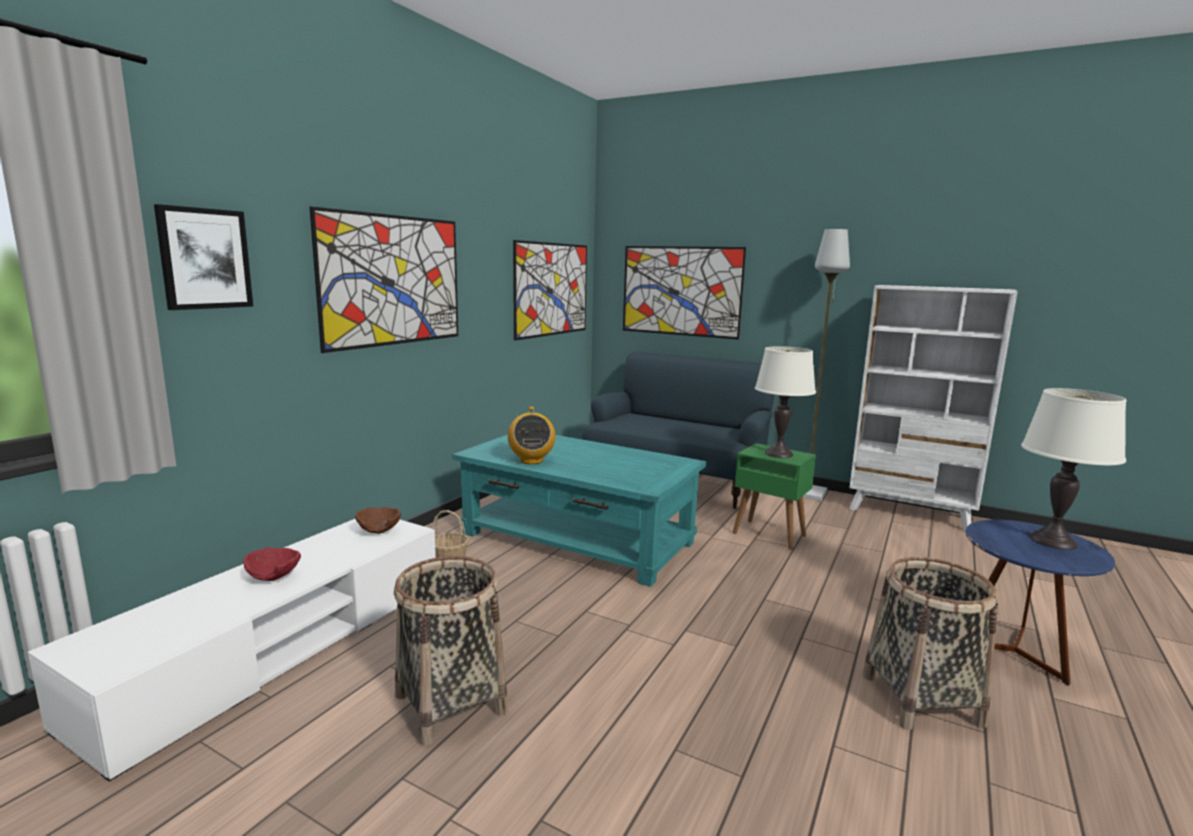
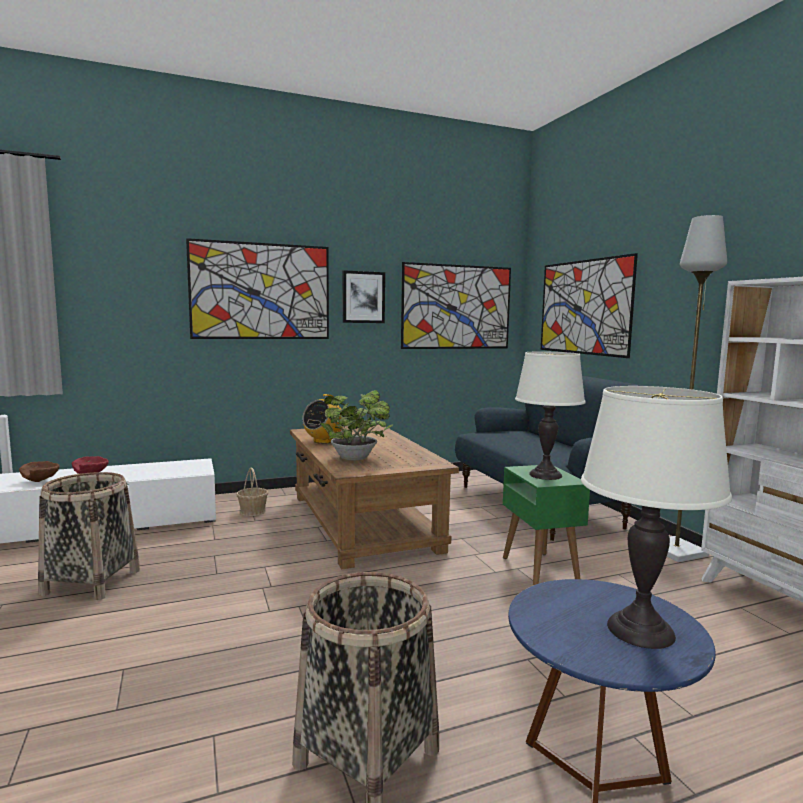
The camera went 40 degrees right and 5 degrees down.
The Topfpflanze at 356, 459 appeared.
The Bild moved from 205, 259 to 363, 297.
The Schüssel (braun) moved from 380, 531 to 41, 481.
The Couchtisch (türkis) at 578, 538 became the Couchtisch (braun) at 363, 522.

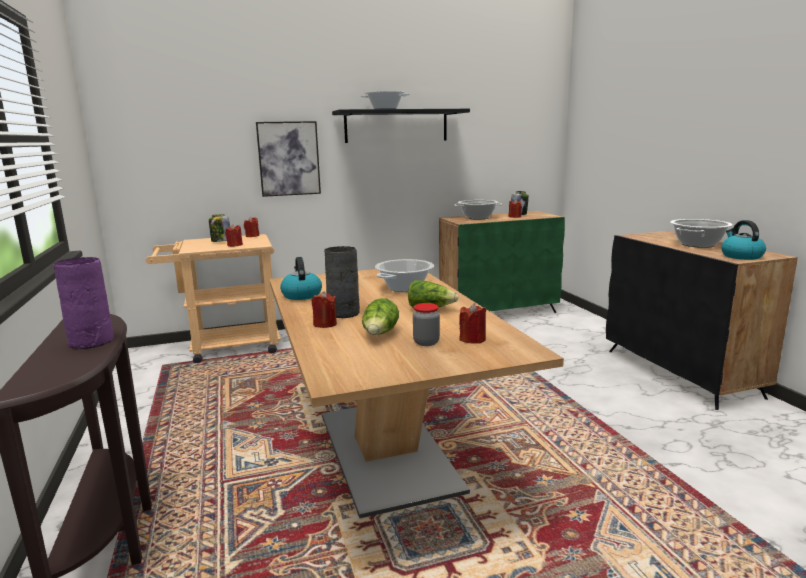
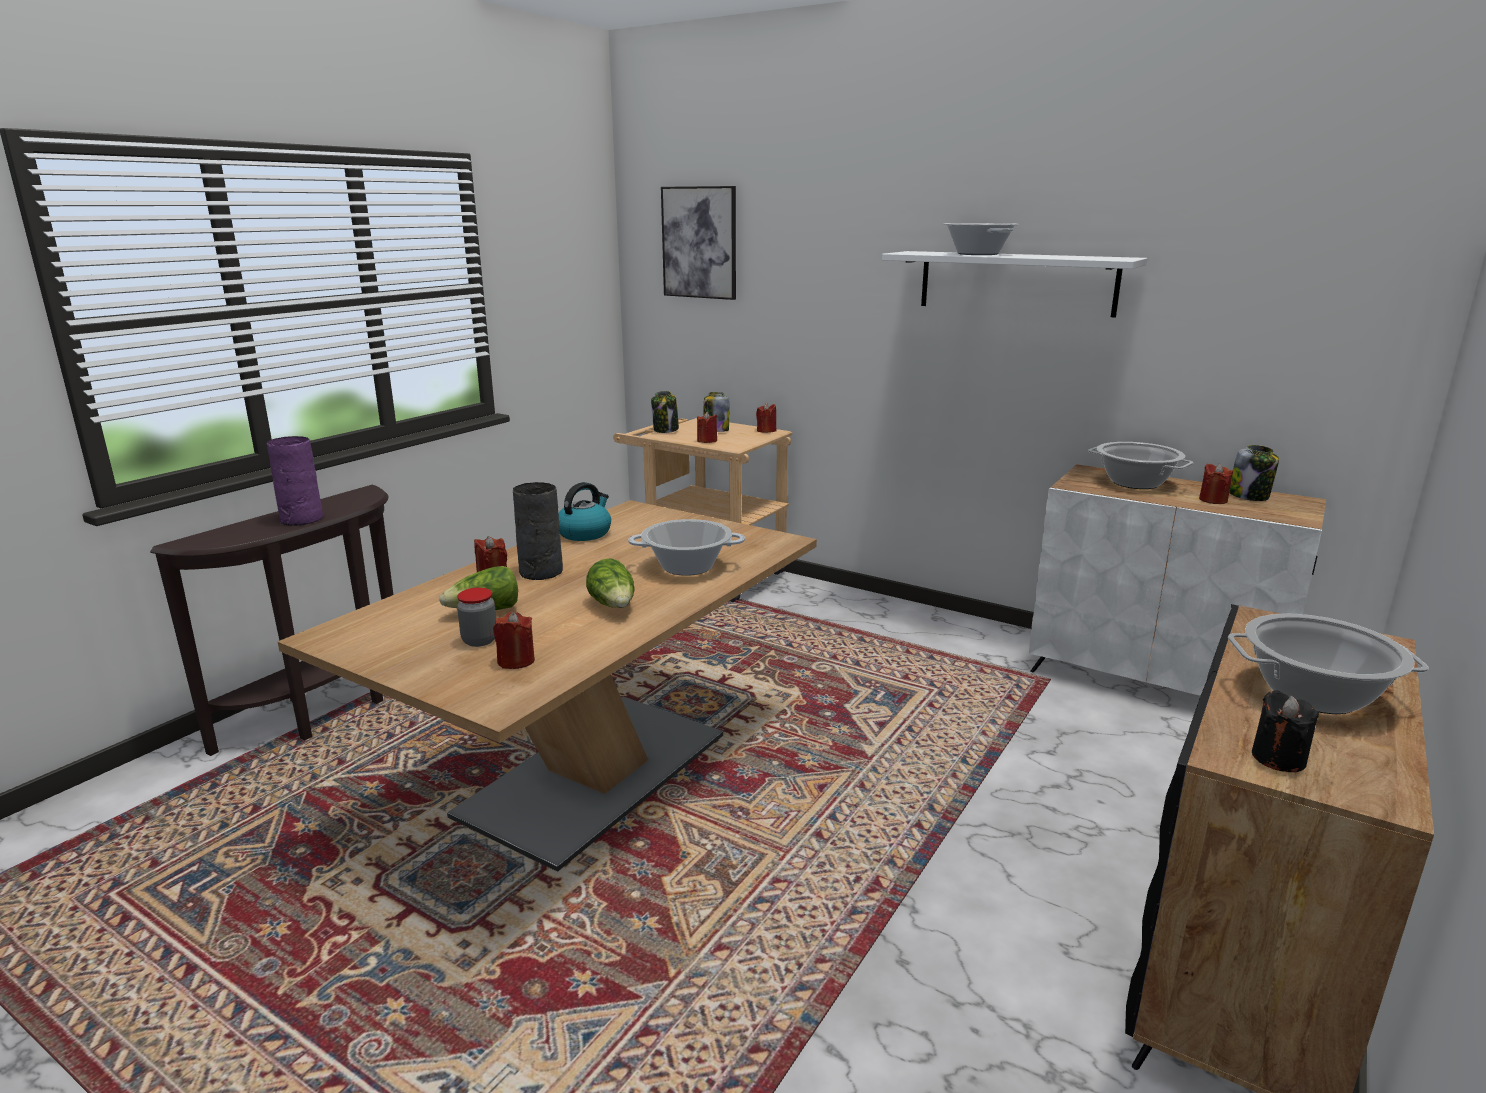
The camera went 50 degrees right and 5 degrees up.
The Vorratsglas at 666, 430 appeared.
The Bild moved from 289, 158 to 699, 242.
The Wasserkessel at 741, 256 was replaced by the Kerze (schwarz) at 1278, 758.
The Wandregal (schwarz) at 396, 126 became the Wandregal (weiß) at 1016, 283.
The Schrank (grün) at 499, 312 became the Schrank (weiß) at 1153, 682.

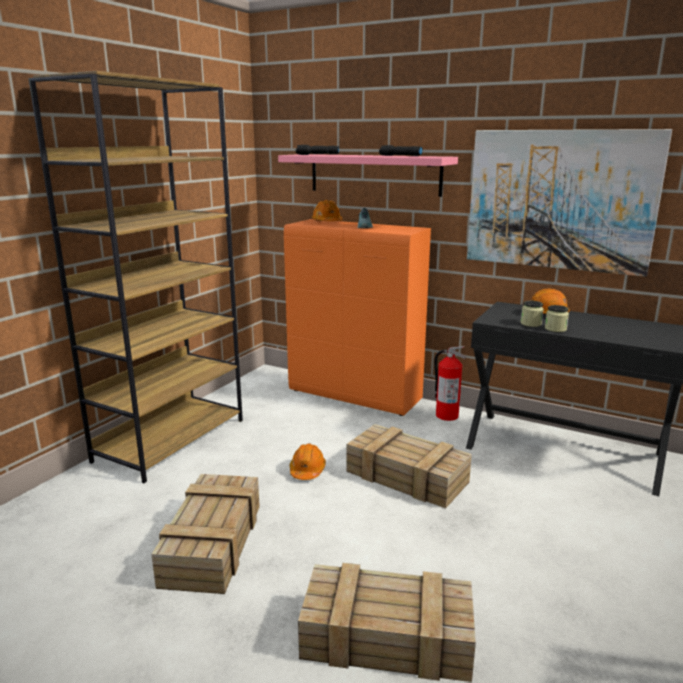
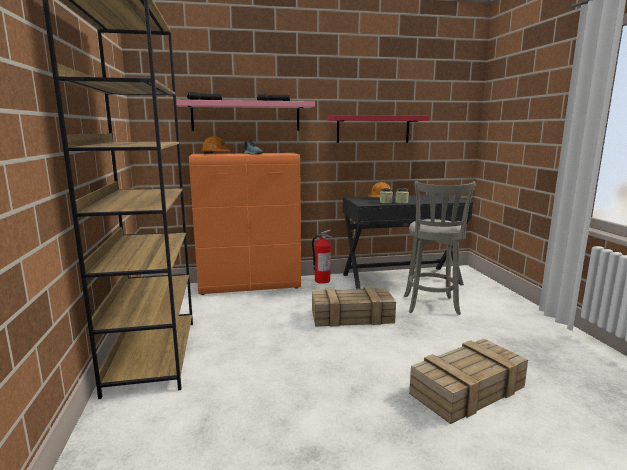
The camera went 40 degrees left and 5 degrees down.
The Kiste at 212, 542 disappeared.
The Schutzhelm (orange) at 307, 470 disappeared.
The Hocker (grau) at 431, 306 appeared.
The Bild at 559, 200 was replaced by the Wandregal (rot) at 373, 129.

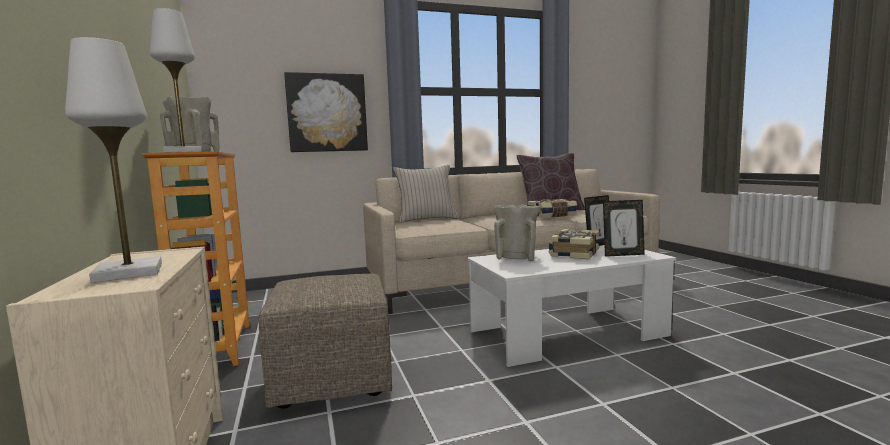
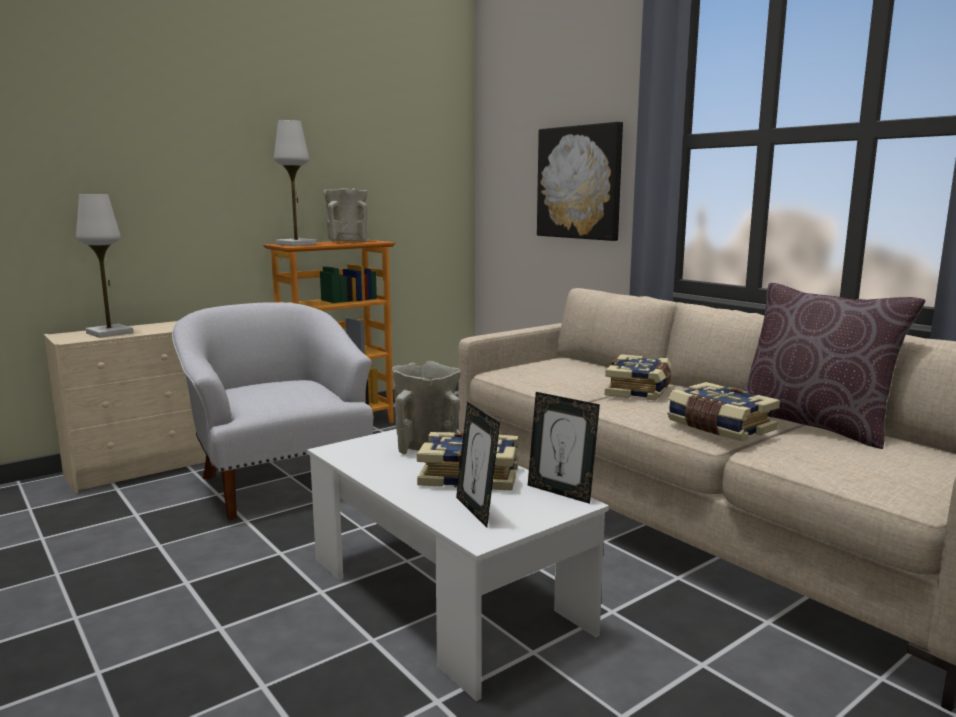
The camera went 70 degrees right and 5 degrees up.
The Kissen (beige) at 426, 219 disappeared.
The Buch at 639, 390 appeared.
The Polsterhocker (beige) at 332, 378 was replaced by the Sessel (weiß) at 280, 481.

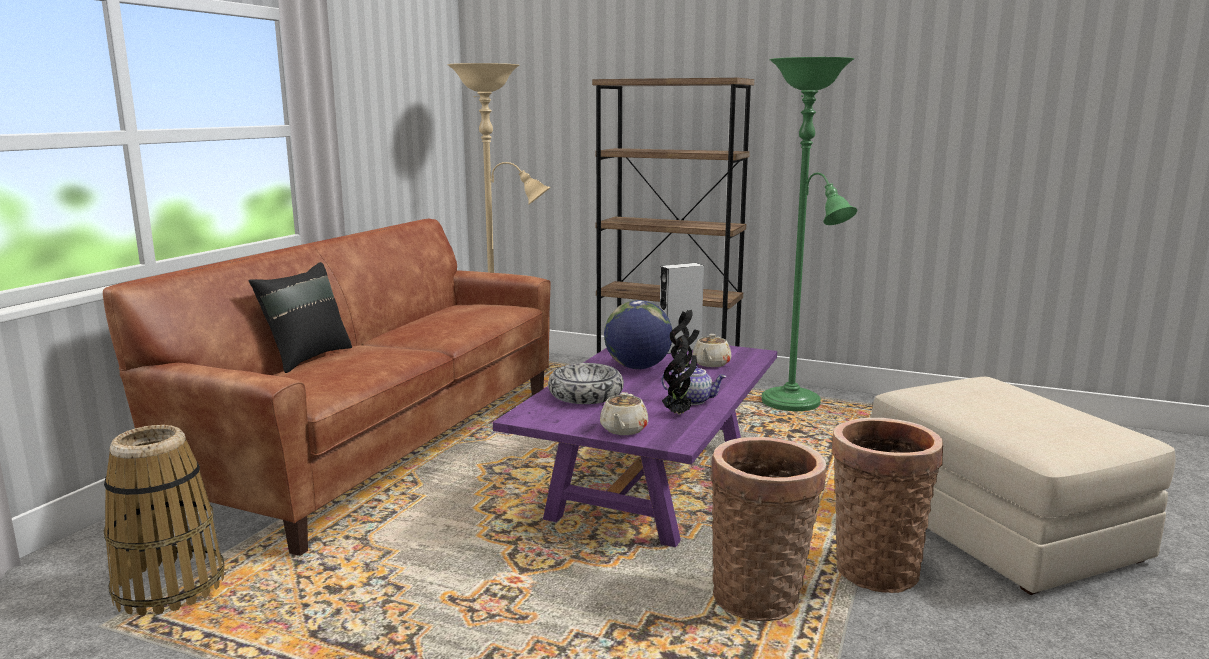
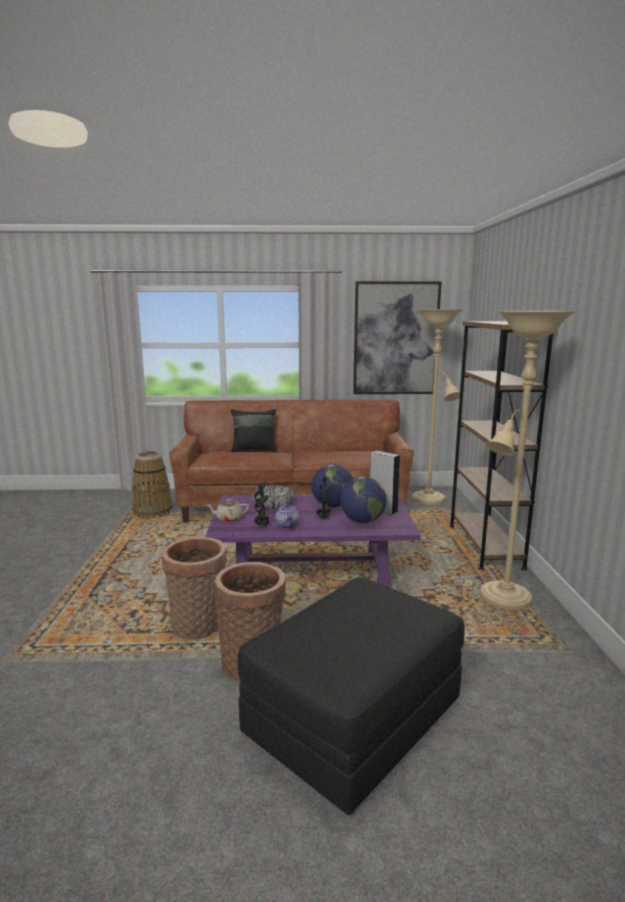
The camera went 65 degrees right and 0 degrees up.
The Bild at 395, 339 appeared.
The Teekanne (beige) at 711, 364 was replaced by the Globus at 362, 521.
The Stehlampe (grün) at 795, 405 became the Stehlampe (beige) at 502, 600.
The Polsterhocker (beige) at 1000, 527 became the Polsterhocker (schwarz) at 353, 718.

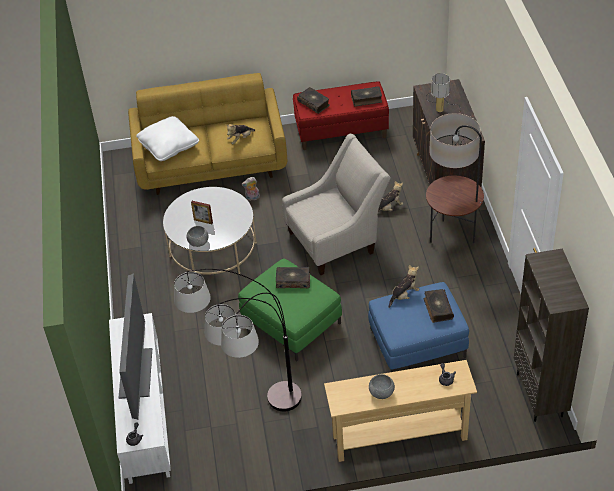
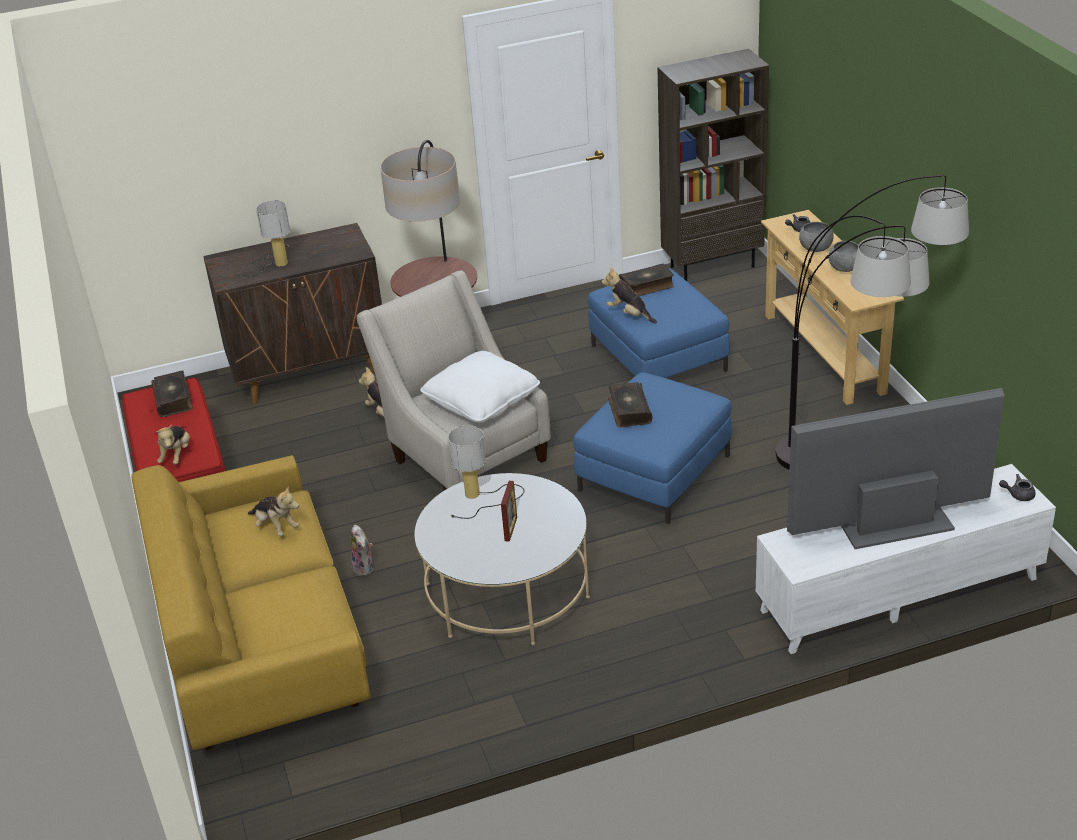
The camera went 100 degrees left and 10 degrees down.
The Tischlampe at 480, 497 appeared.
The Kissen (weiß) moved from 168, 146 to 482, 401.
The Schüssel (grau) moved from 198, 242 to 816, 248.
The Buch at 314, 103 was replaced by the Plüschtier at 177, 455.
The Polsterhocker (grün) at 291, 322 became the Polsterhocker (blau) at 654, 473.

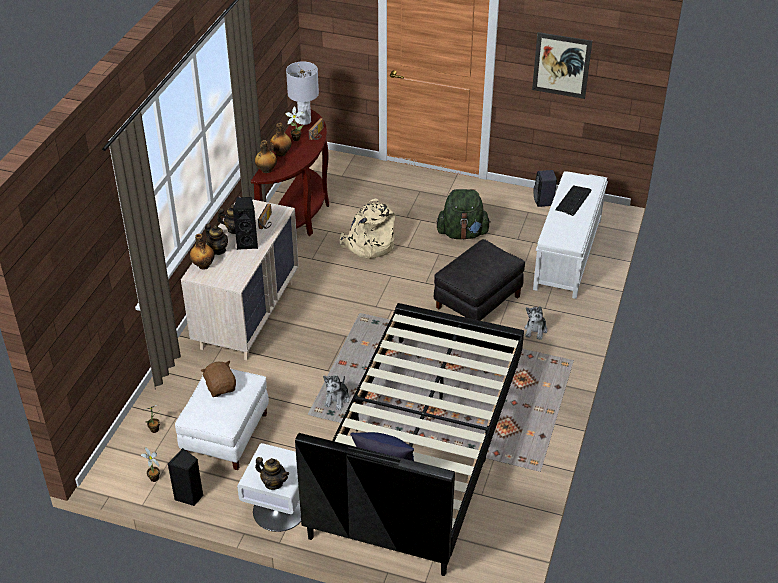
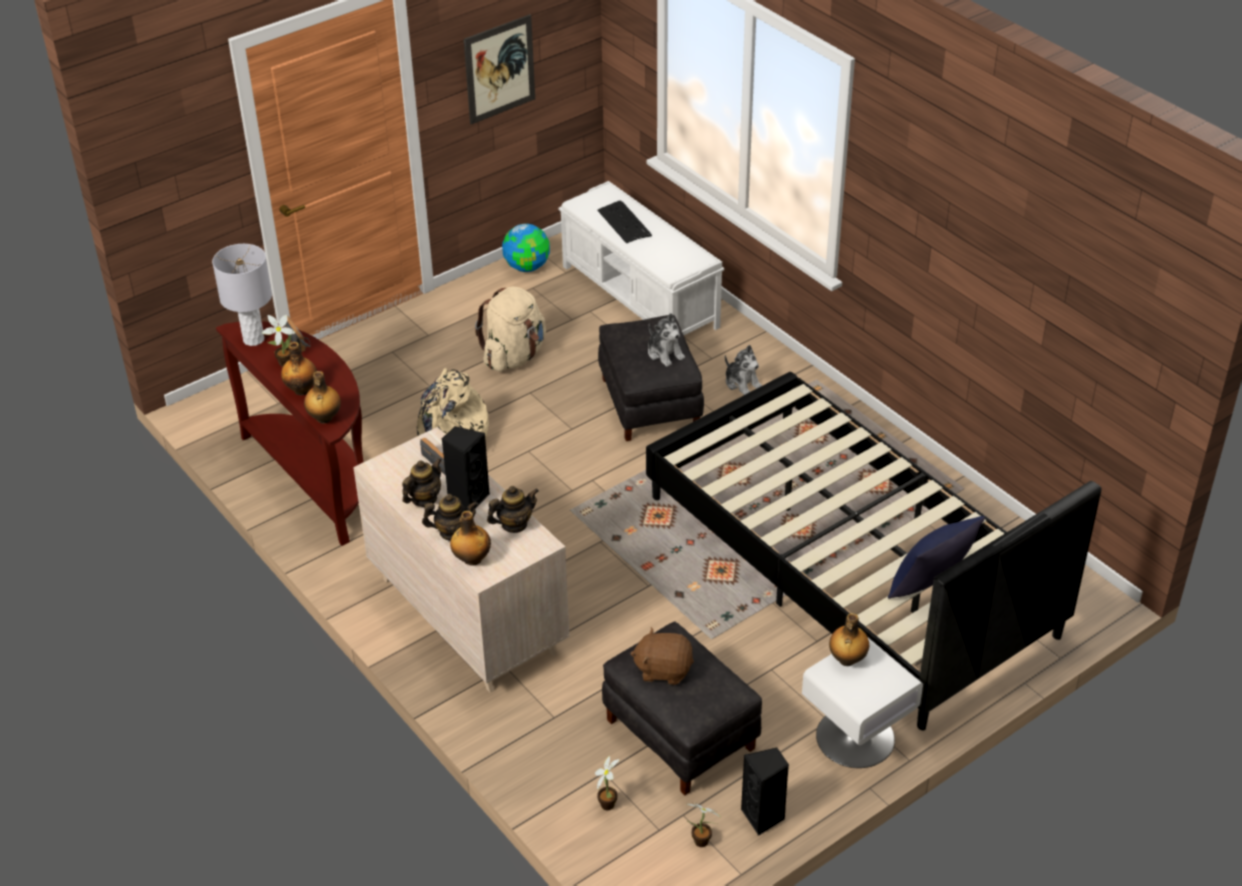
The camera went 55 degrees left and 0 degrees up.
The Flasche at 847, 660 appeared.
The Teekanne moved from 273, 483 to 514, 524.
The Plüschtier moved from 337, 399 to 665, 353.
The Lautsprecher (schwarz) at 544, 201 was replaced by the Globus at 527, 267.
The Polsterhocker (weiß) at 226, 435 became the Polsterhocker (schwarz) at 681, 734.
The Rucksack (grün) at 462, 233 became the Rucksack (beige) at 514, 356.

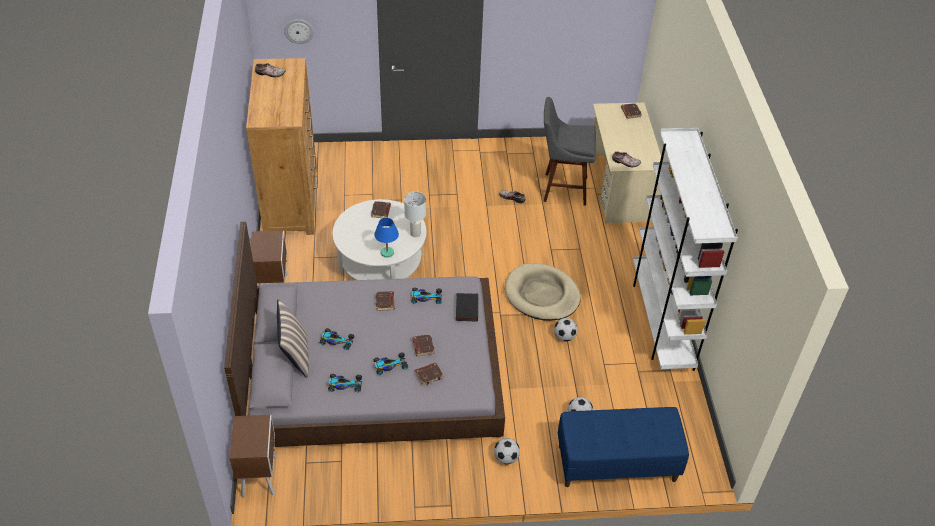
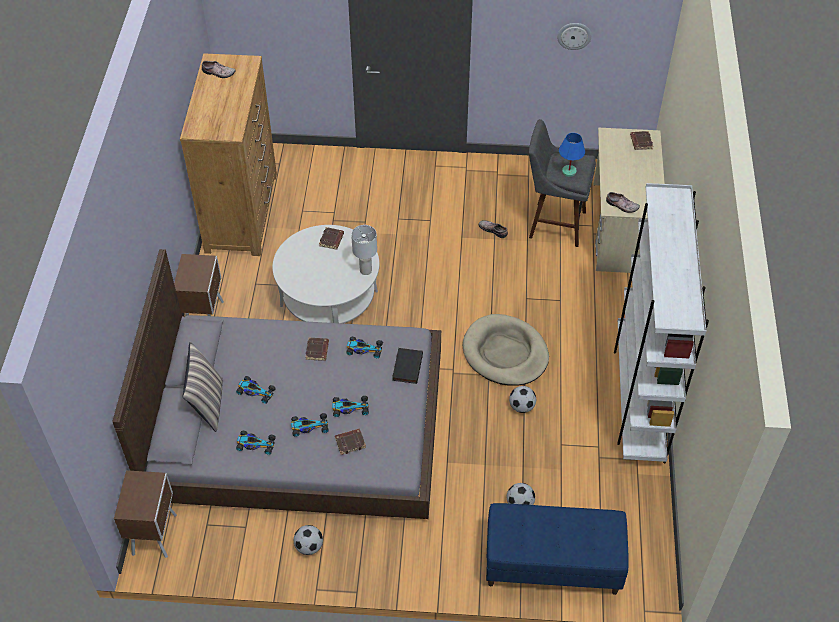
The camera went 10 degrees right and 5 degrees up.
The Wanduhr moved from 299, 31 to 574, 35.
The Tischlampe (blau) moved from 387, 252 to 569, 171.
The Fußball moved from 506, 458 to 309, 546.
The Buch (braun) at 422, 346 was replaced by the Spielzeugauto at 349, 408.

